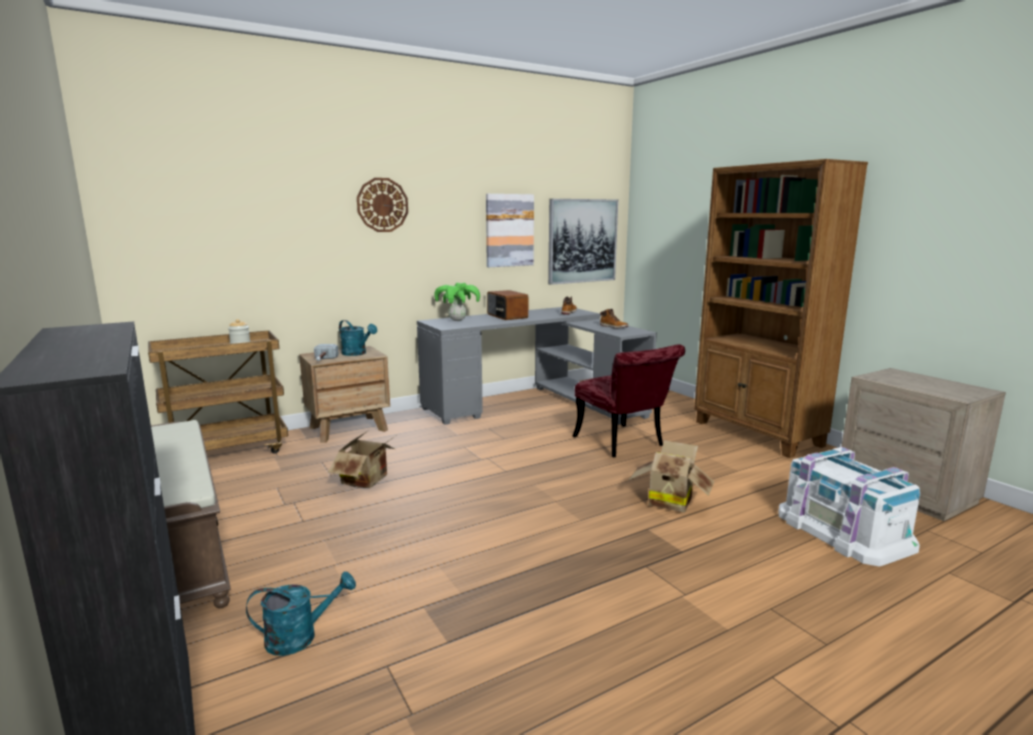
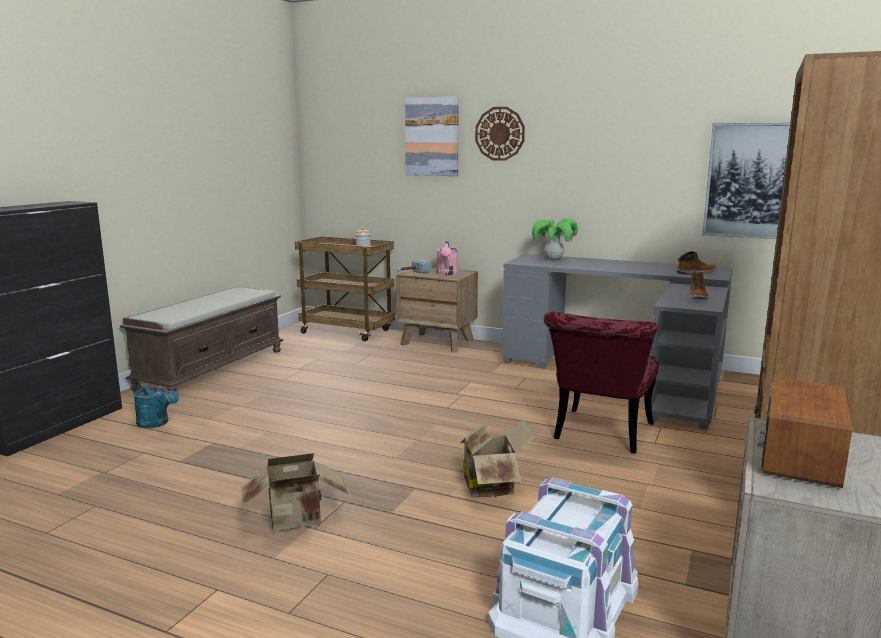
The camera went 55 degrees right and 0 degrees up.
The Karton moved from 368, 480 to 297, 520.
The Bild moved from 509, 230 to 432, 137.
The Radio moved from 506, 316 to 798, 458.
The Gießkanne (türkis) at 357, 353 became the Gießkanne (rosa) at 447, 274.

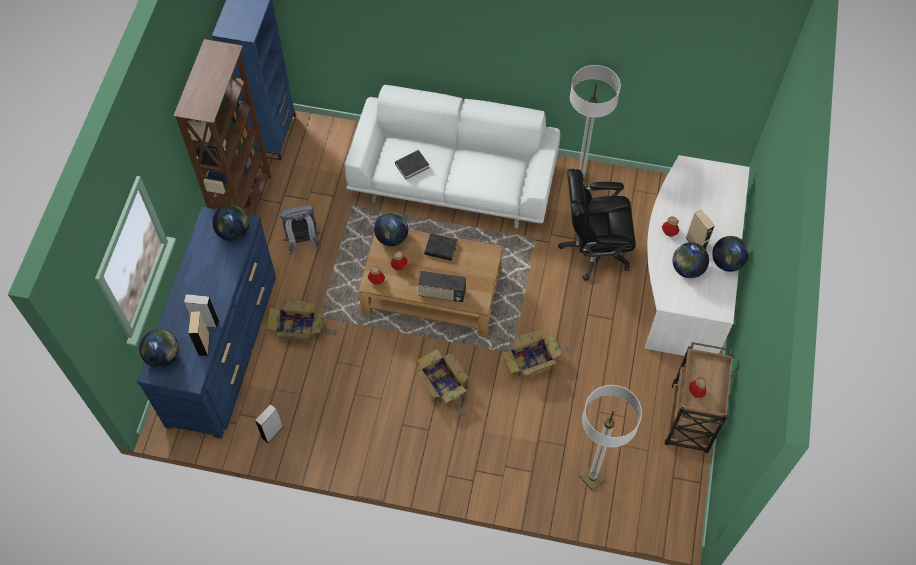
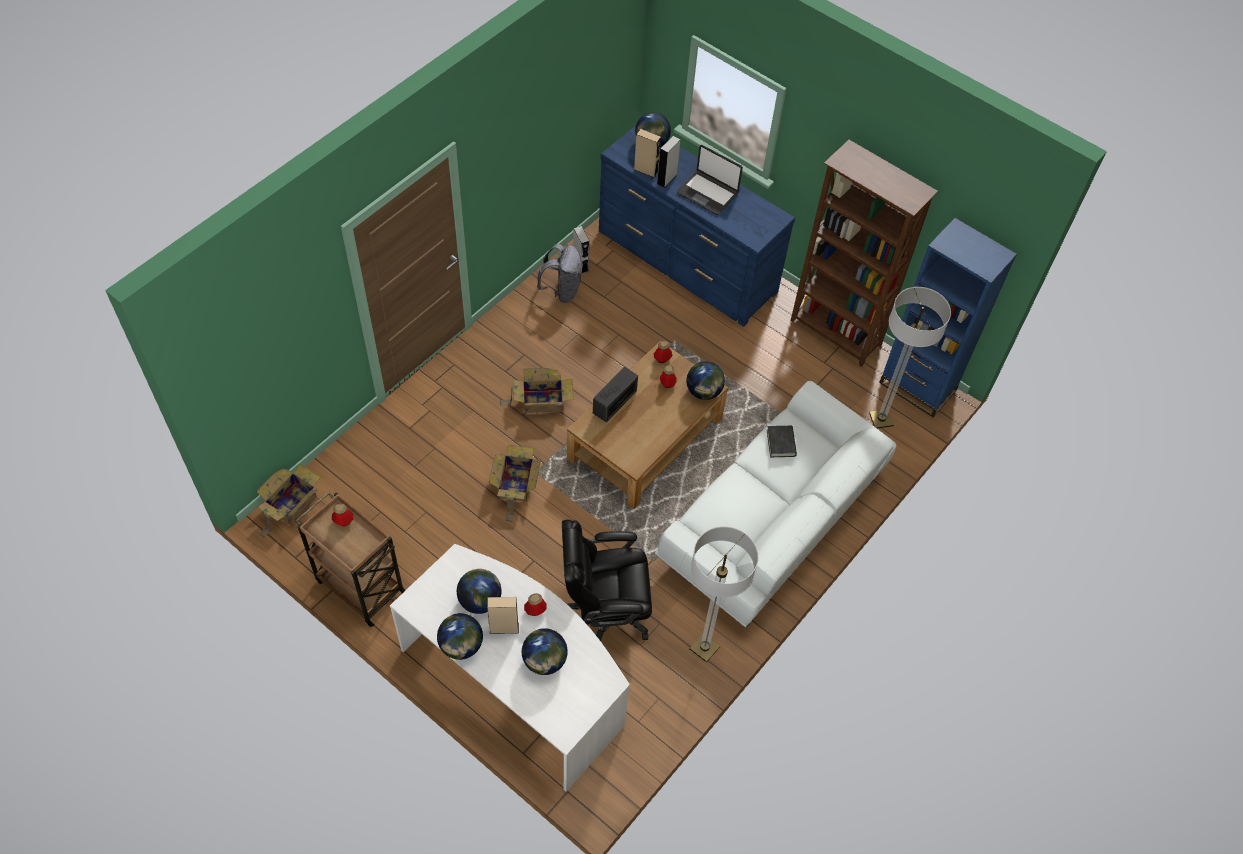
The camera went 115 degrees right and 5 degrees down.
The Buch (schwarz) at 441, 249 disappeared.
The Laptop at 707, 193 appeared.
The Globus moved from 234, 231 to 544, 661.
The Karton moved from 299, 329 to 290, 505.
The Rucksack (grau) moved from 303, 242 to 562, 290.
The Stehlampe moved from 592, 477 to 881, 419.
The Bürostuhl (schwarz) at 594, 249 turned 120 degrees counterclockwise.

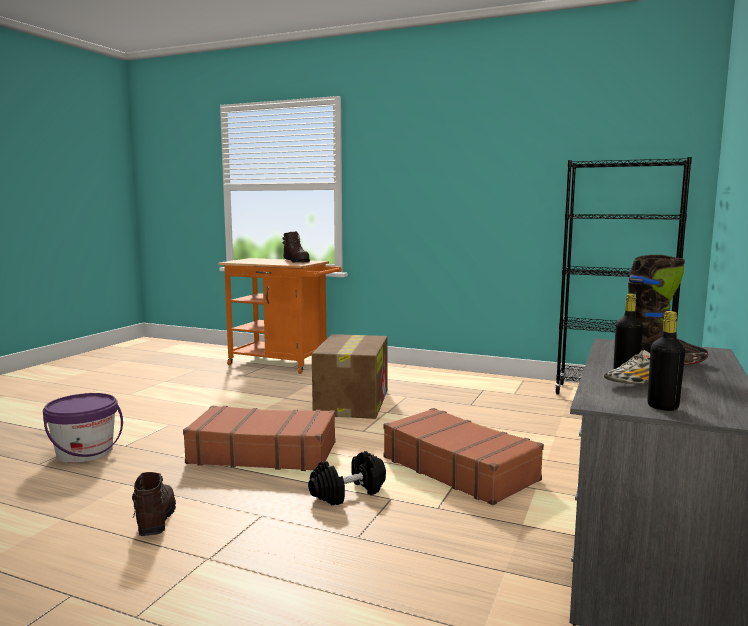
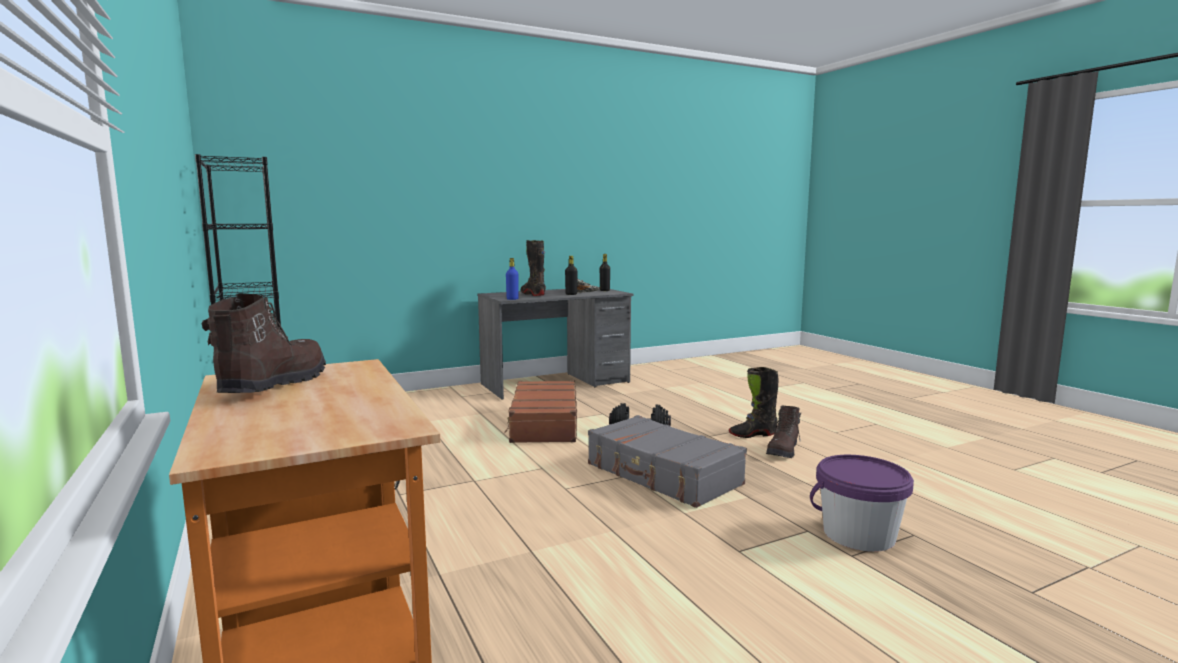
The camera went 140 degrees left and 0 degrees up.
The Karton at 352, 402 disappeared.
The Flasche (blau) at 512, 299 appeared.
The Stiefel (schwarz) at 752, 434 appeared.
The Koffer (braun) at 263, 453 became the Koffer (grau) at 662, 475.

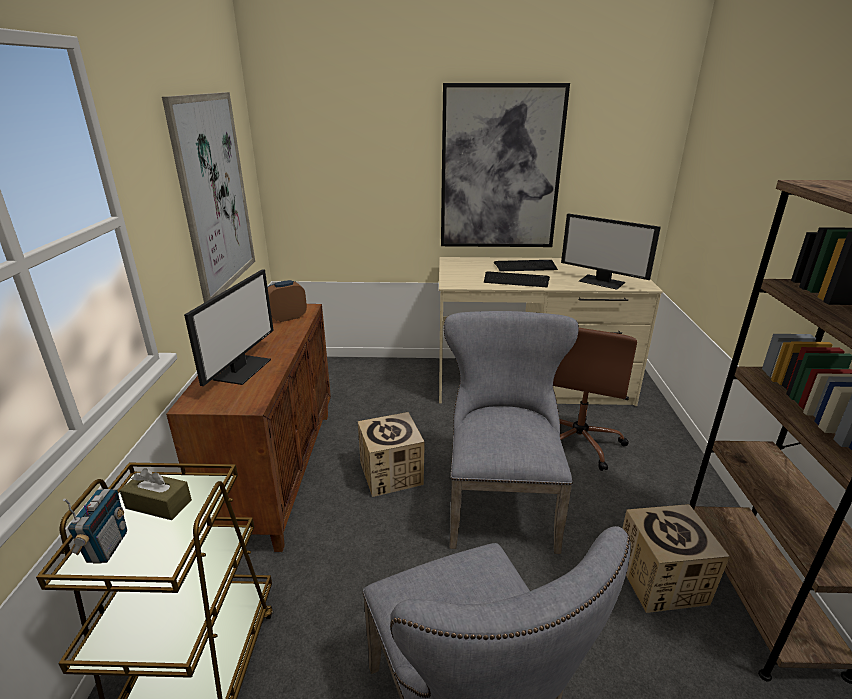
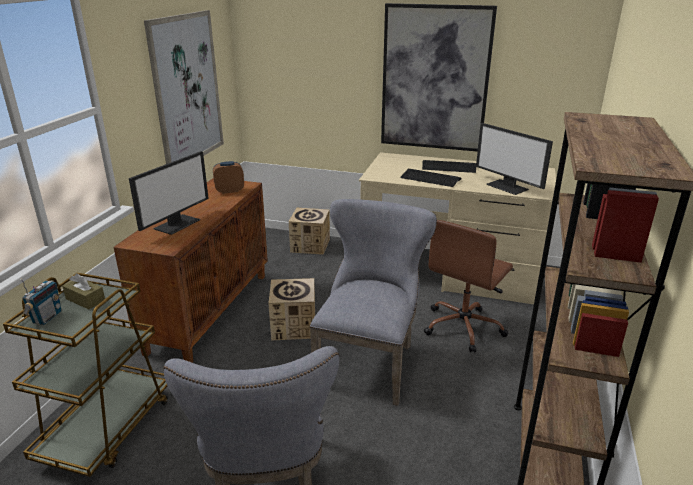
The camera went 15 degrees right and 0 degrees up.
The Karton moved from 661, 580 to 310, 245.

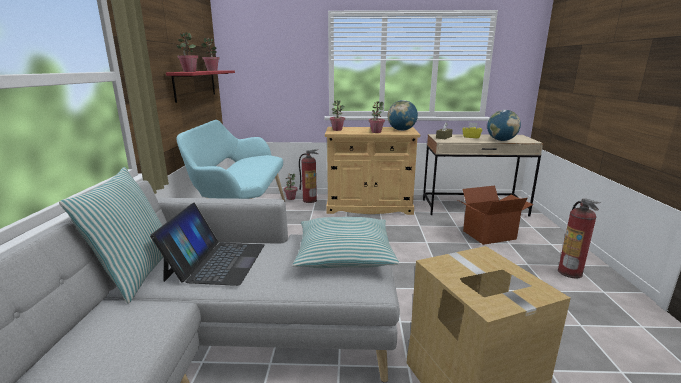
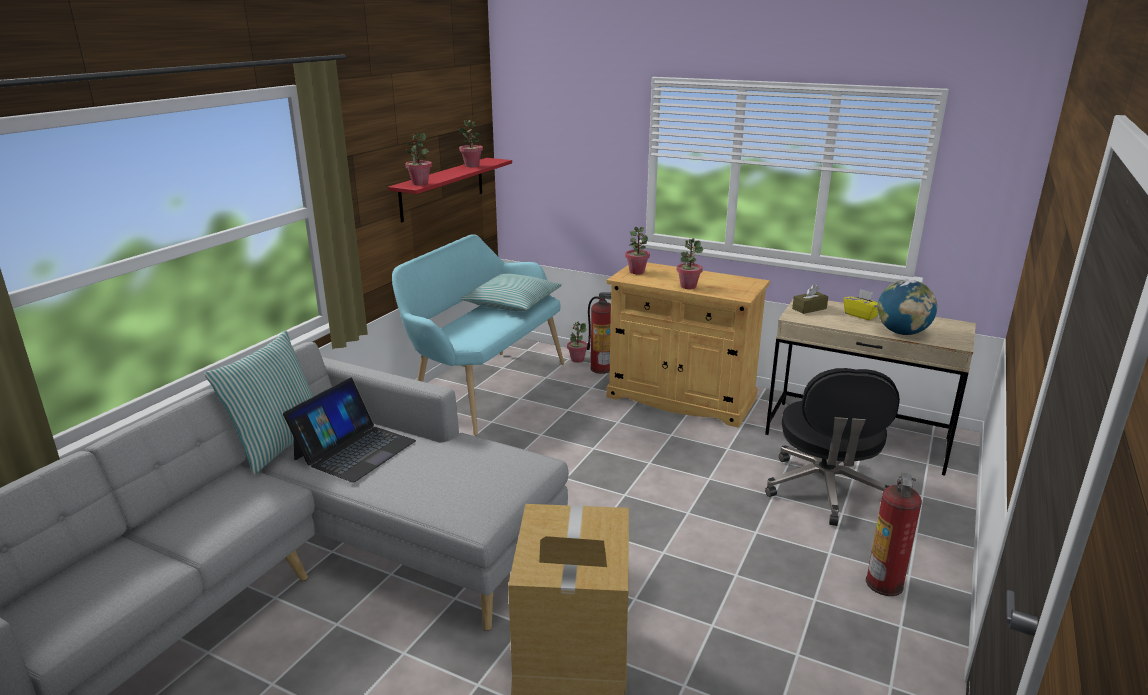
The camera went 25 degrees right and 5 degrees up.
The Globus at 401, 130 disappeared.
The Kissen moved from 344, 254 to 512, 303.
The Karton at 488, 234 was replaced by the Bürostuhl (schwarz) at 824, 490.

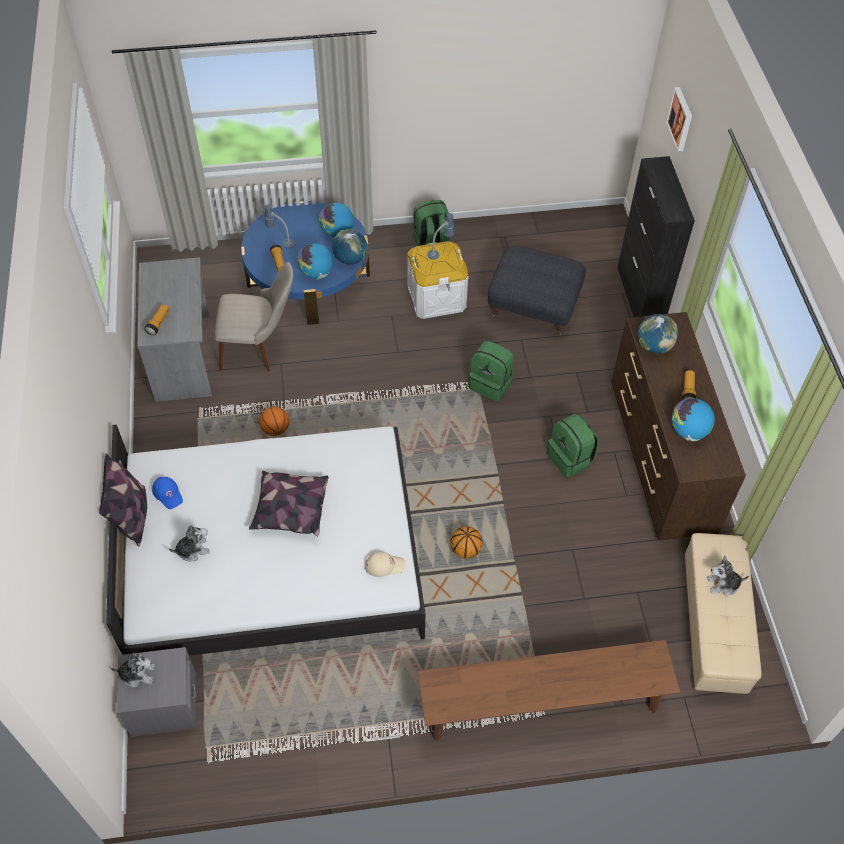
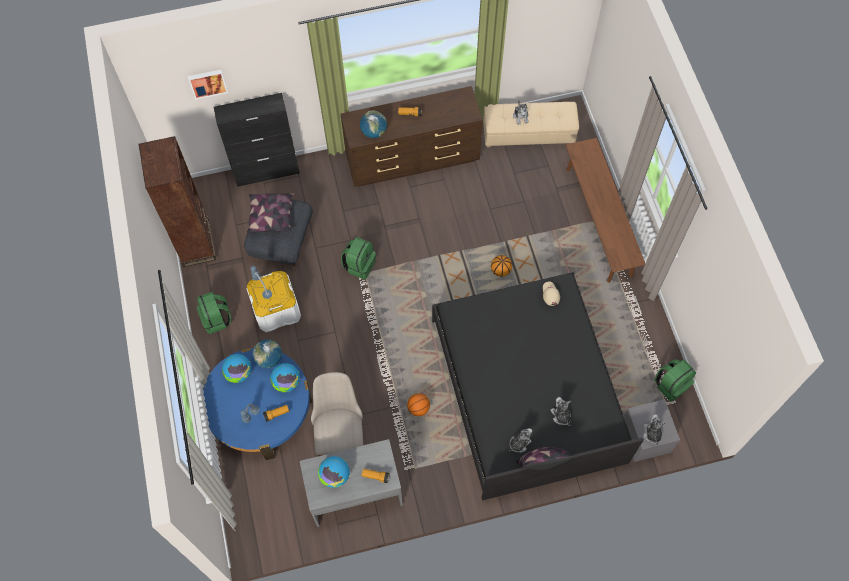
The camera went 95 degrees left and 10 degrees up.
The Bücherregal (braun) at 196, 243 appeared.
The Kissen moved from 290, 509 to 271, 217.
The Rucksack (grün) moved from 571, 458 to 671, 384.
The Globus moved from 688, 431 to 335, 476.
The Kappe (blau) at 168, 494 was replaced by the Plüschtier at 519, 443.
The Bett (weiß) at 273, 559 became the Bett (schwarz) at 527, 390.

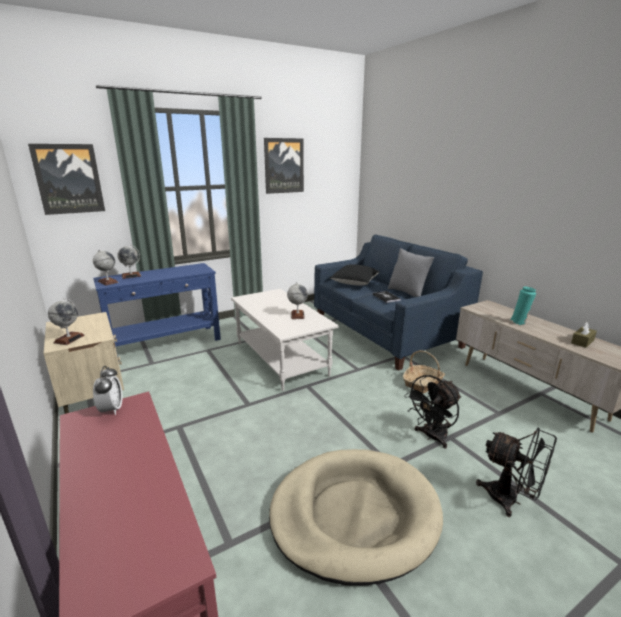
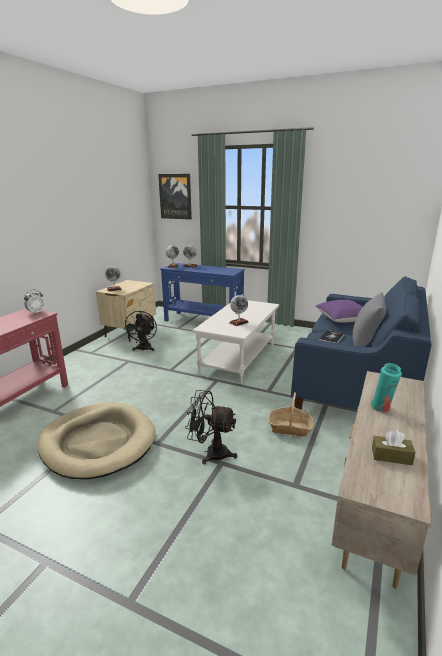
The camera went 55 degrees right and 0 degrees up.
The Bild at 284, 166 disappeared.
The Ventilator (schwarz) moved from 510, 500 to 143, 349.
The Kissen (schwarz) at 354, 283 became the Kissen (lila) at 342, 319.

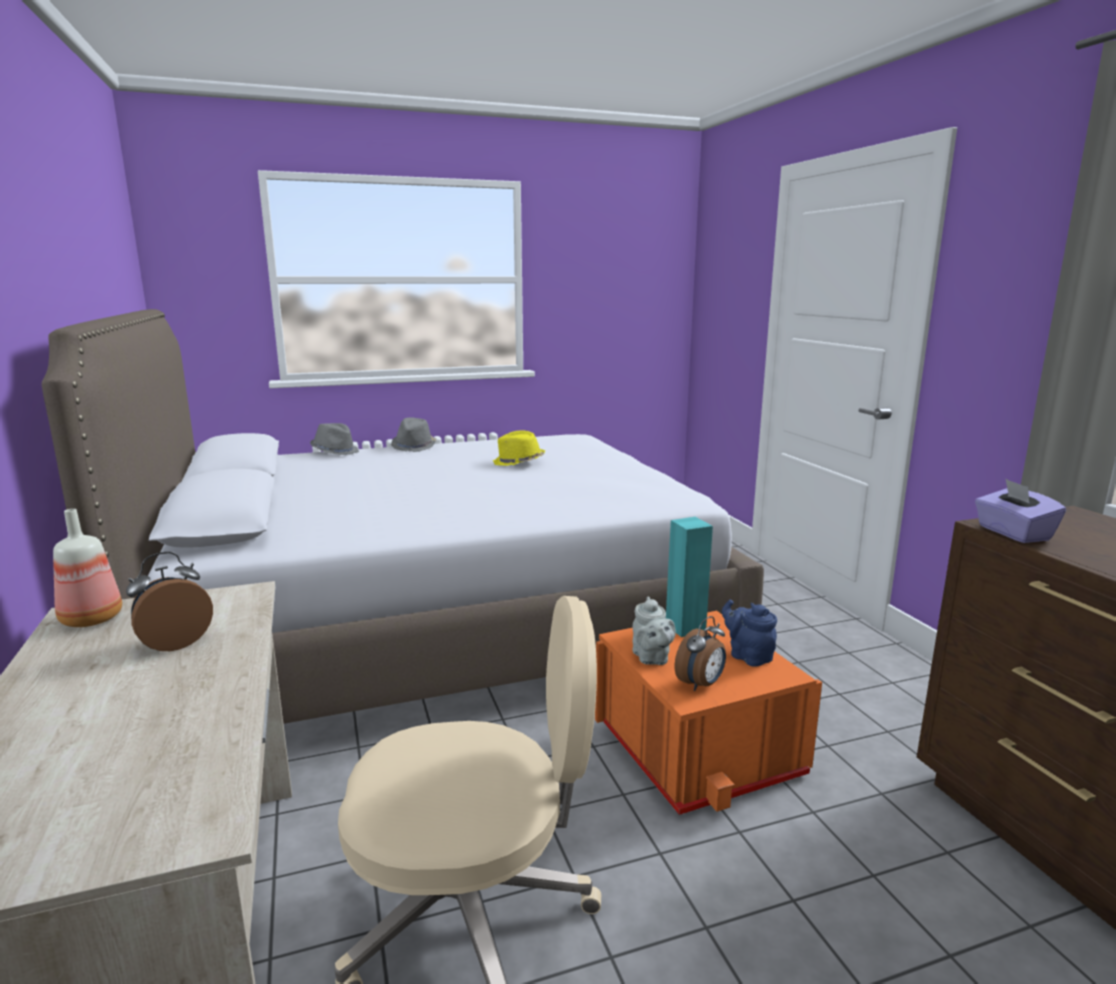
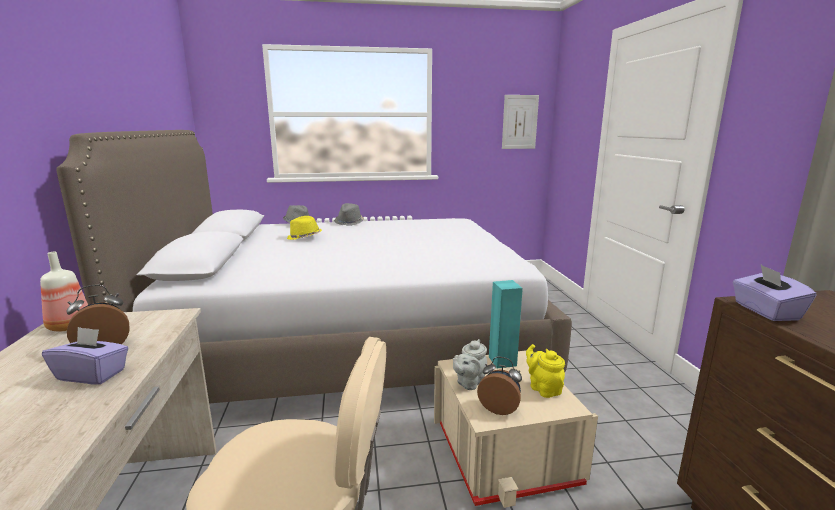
The camera went 10 degrees right and 0 degrees up.
The Taschentuchbox (lila) at 92, 374 appeared.
The Bild at 520, 122 appeared.
The Hut (gelb) moved from 518, 462 to 304, 238.
The Aufbewahrungsbox (orange) at 698, 749 became the Aufbewahrungsbox (beige) at 505, 452.
The Teekanne (blau) at 748, 656 became the Teekanne (gelb) at 543, 388.
The Teekanne (grau) at 651, 658 turned 45 degrees clockwise.
The Wecker at 701, 684 turned 120 degrees counterclockwise.

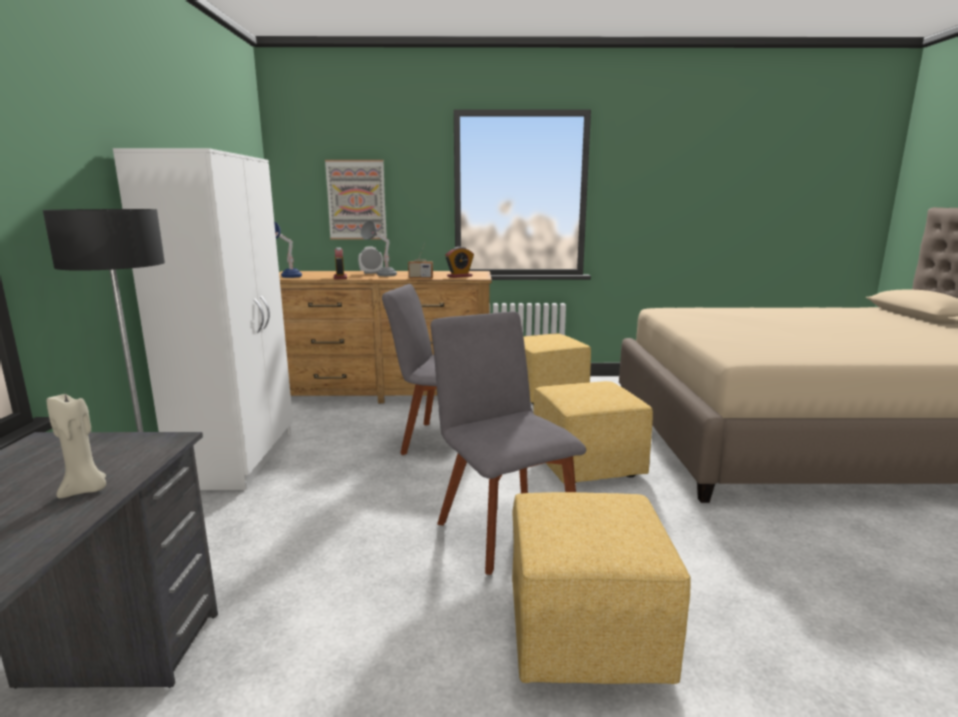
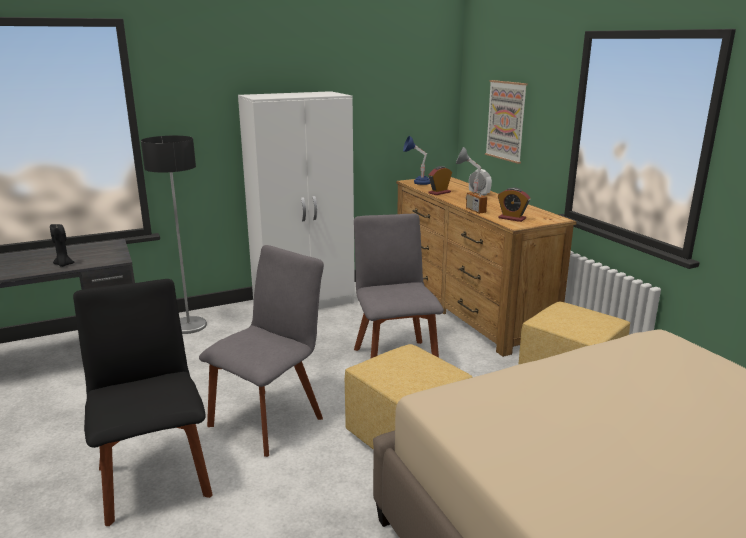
The camera went 65 degrees right and 5 degrees up.
The Polsterhocker (gelb) at 583, 634 was replaced by the Stuhl (schwarz) at 154, 477.
The Kerze (beige) at 86, 490 became the Kerze (schwarz) at 63, 265.

